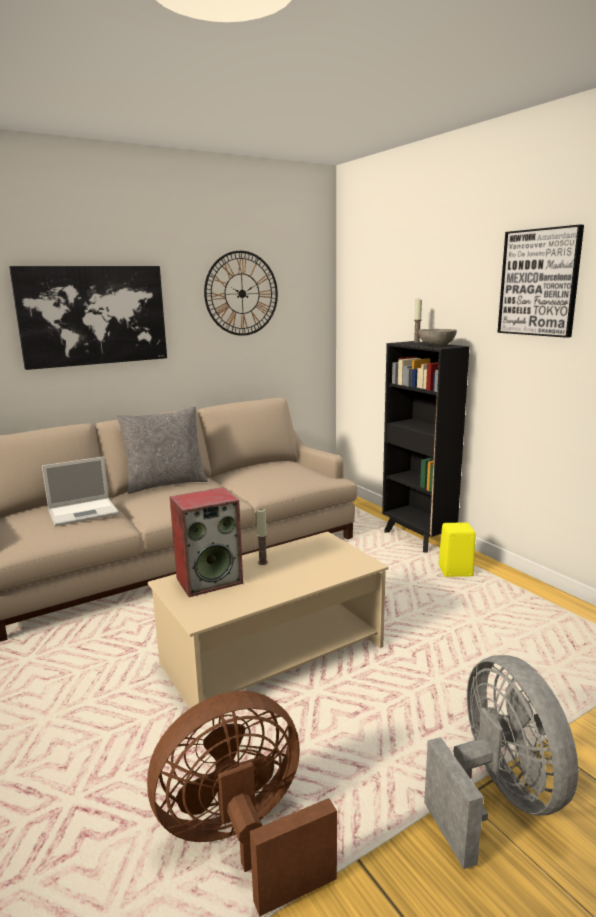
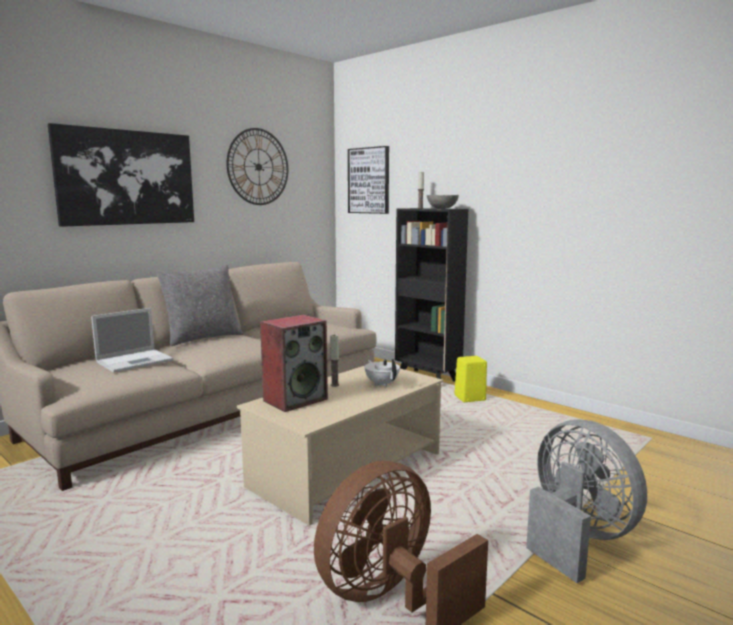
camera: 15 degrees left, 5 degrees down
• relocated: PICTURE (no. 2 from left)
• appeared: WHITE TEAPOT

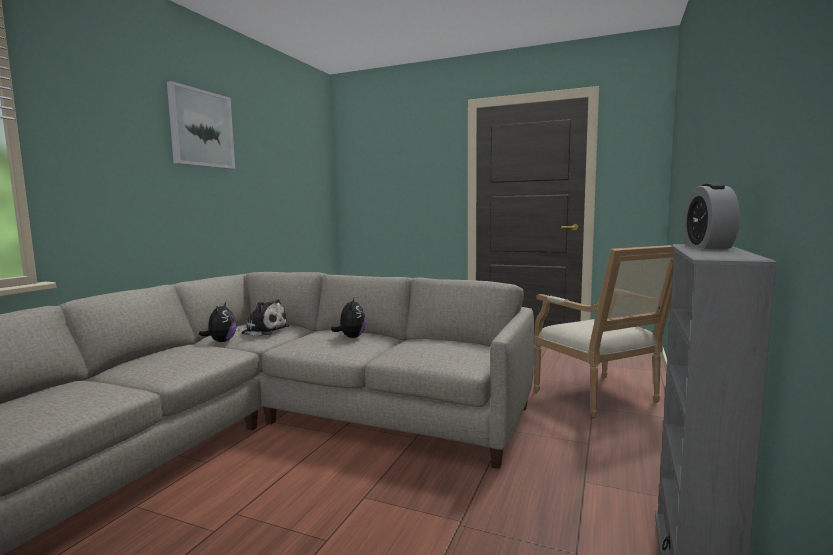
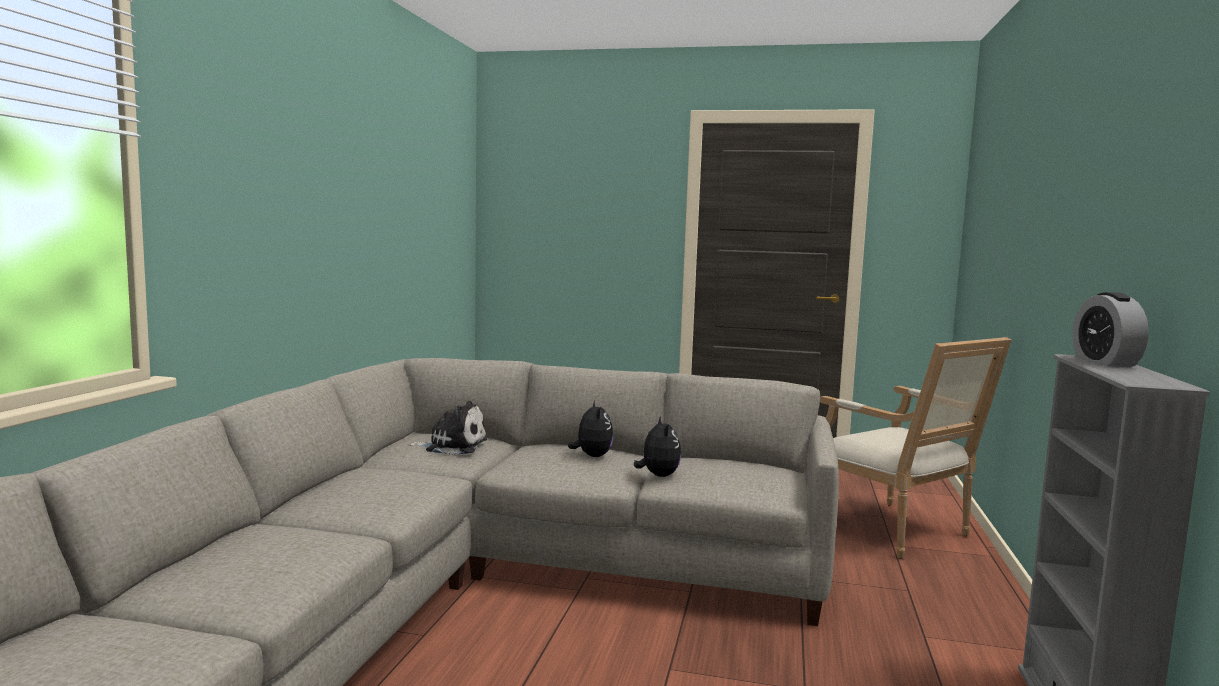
camera: 10 degrees left, 0 degrees up
• relocated: PLUSH TOY (no. 1 from left in the first image) to PLUSH TOY (no. 3 from left)
• missing: PICTURE

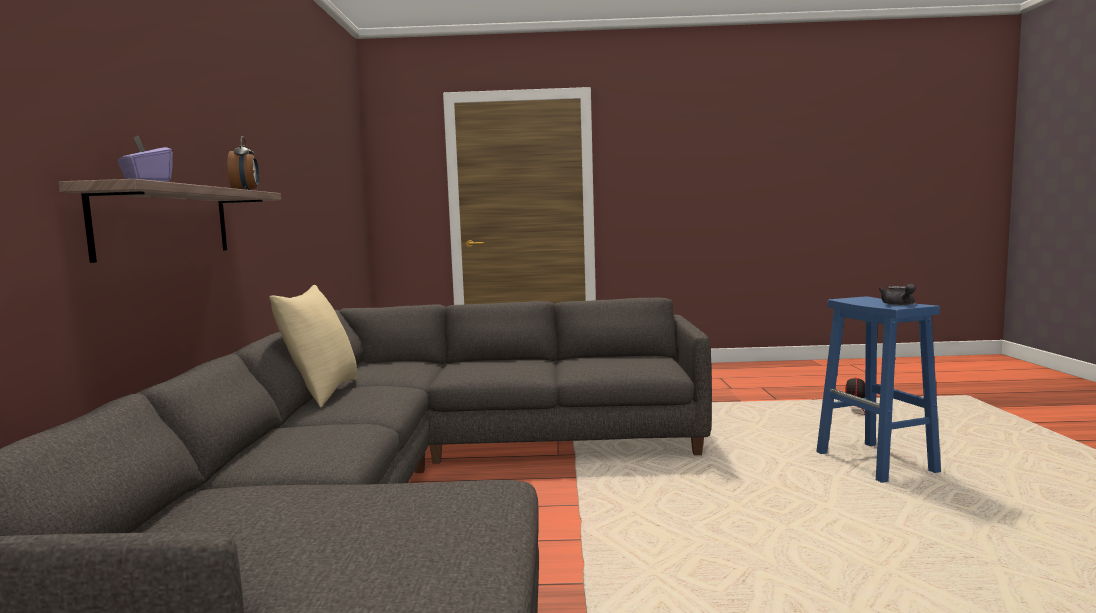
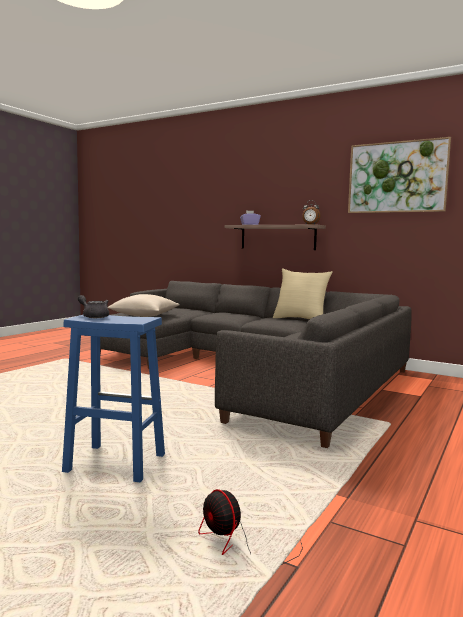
camera: 120 degrees right, 0 degrees up
• appeared: BEIGE PILLOW (no. 1 from left)
• appeared: PICTURE

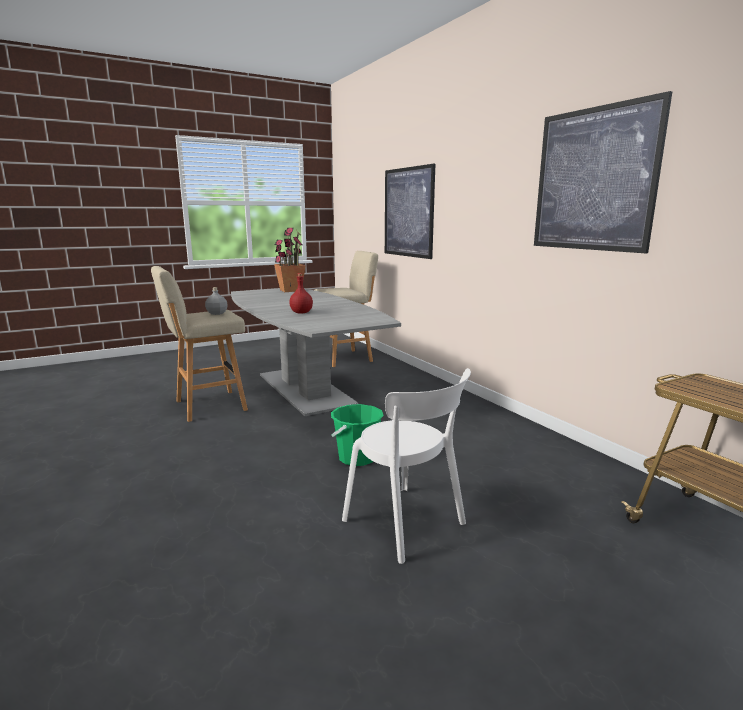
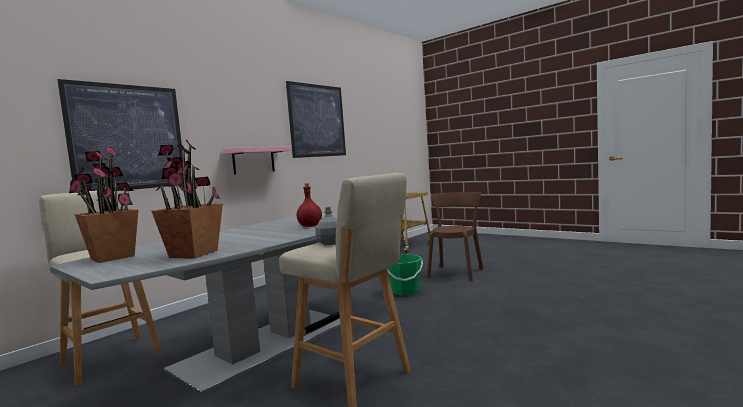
camera: 110 degrees left, 10 degrees down
• appeared: POTTED PLANT (no. 2 from left)
• appeared: PINK SHELF
• colour: WHITE CHAIR to BROWN CHAIR

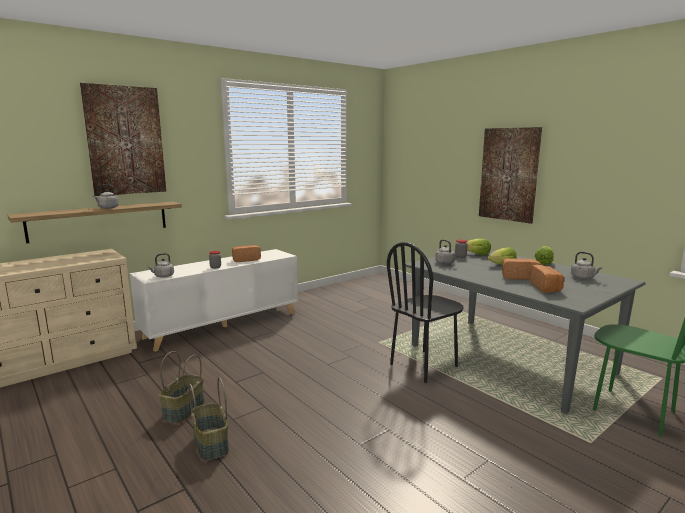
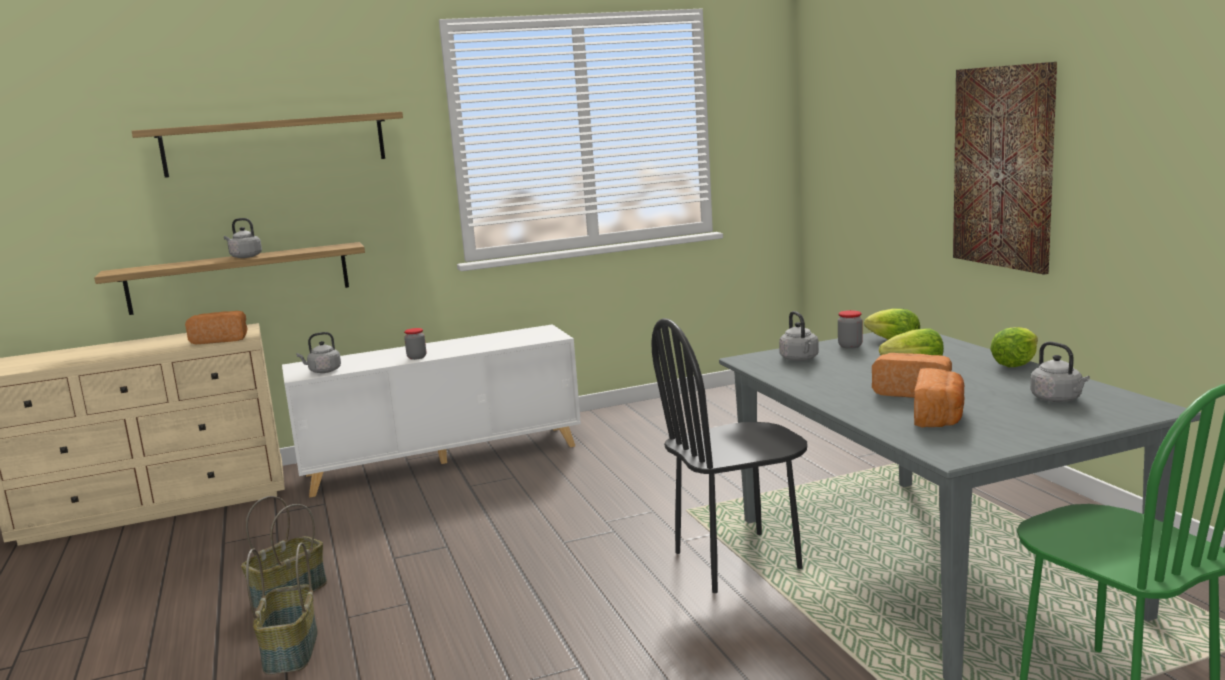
camera: 20 degrees right, 0 degrees up
• exchanged: PICTURE (no. 1 from left) to SHELF (no. 2 from left)
• relocated: BREAD (no. 1 from left)

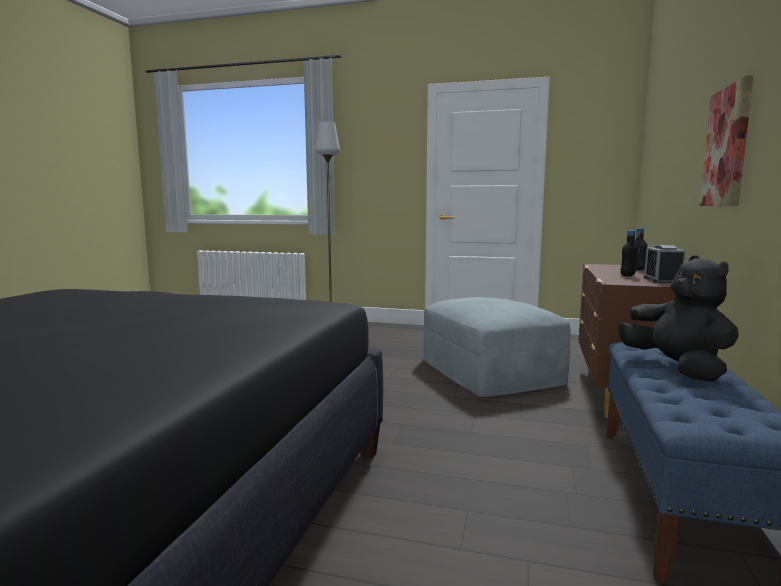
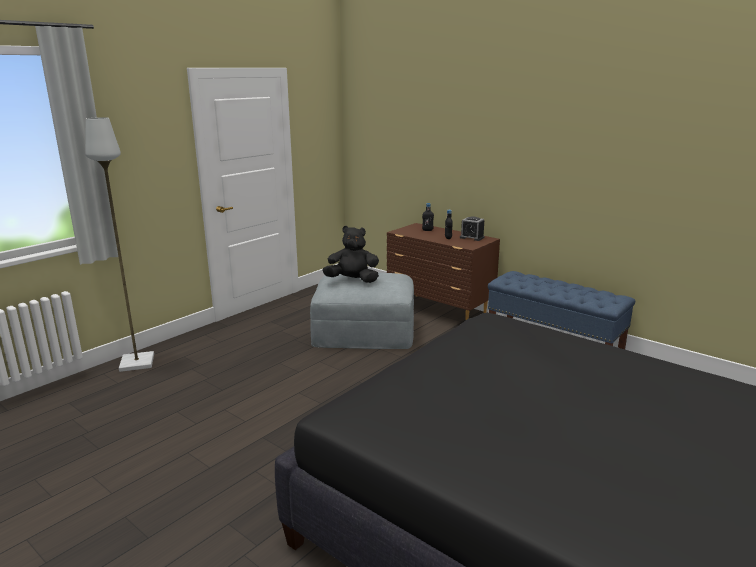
camera: 65 degrees left, 10 degrees up
• relocated: BLACK PLUSH TOY
• missing: PICTURE

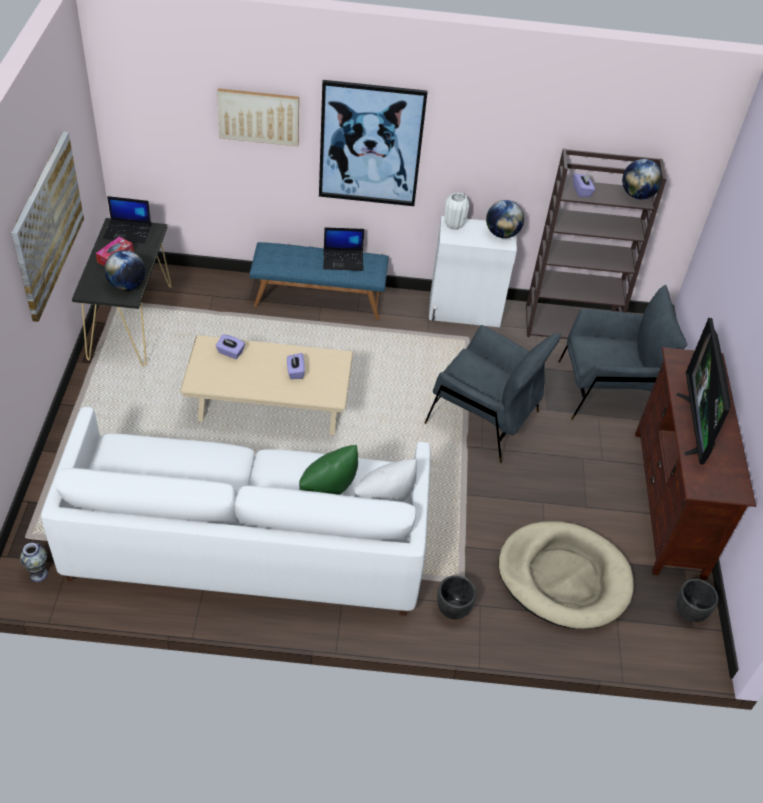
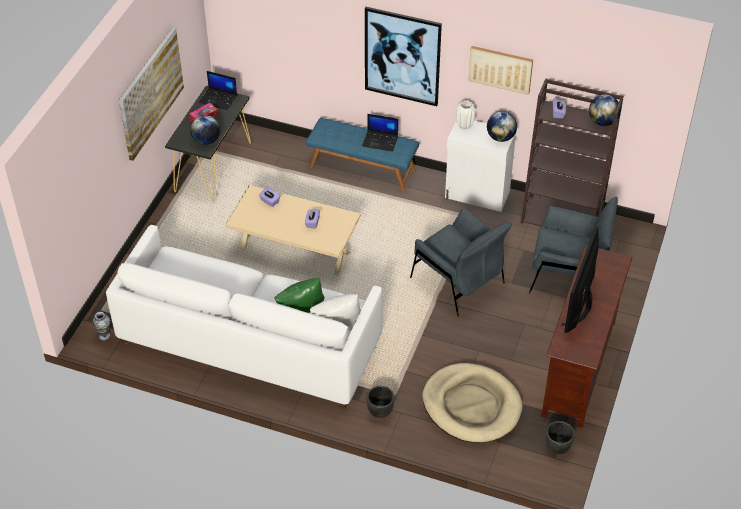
camera: 20 degrees right, 0 degrees up
• relocated: PICTURE (no. 2 from left in the first image) to PICTURE (no. 3 from left)

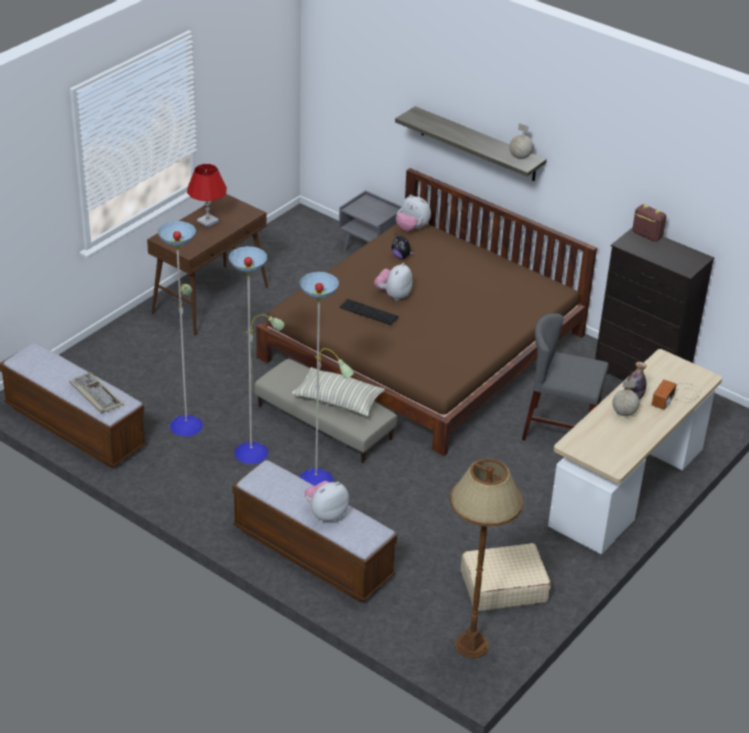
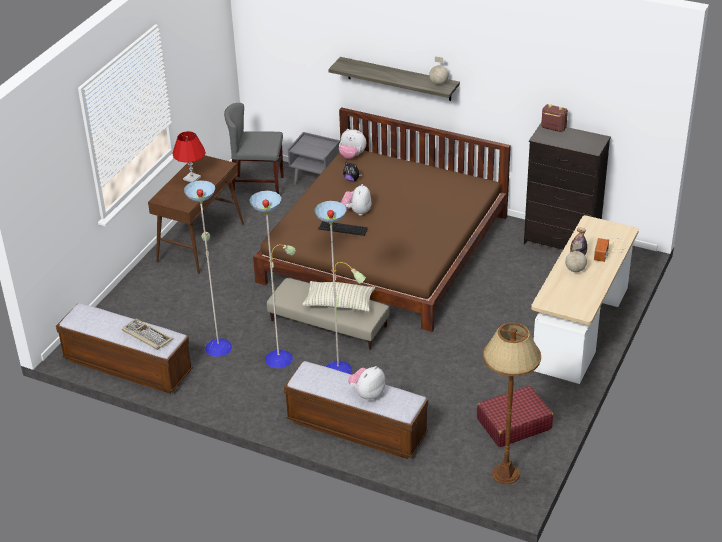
camera: 10 degrees left, 0 degrees up
• relocated: GREY CHAIR
• colour: BEIGE SUITCASE to RED SUITCASE

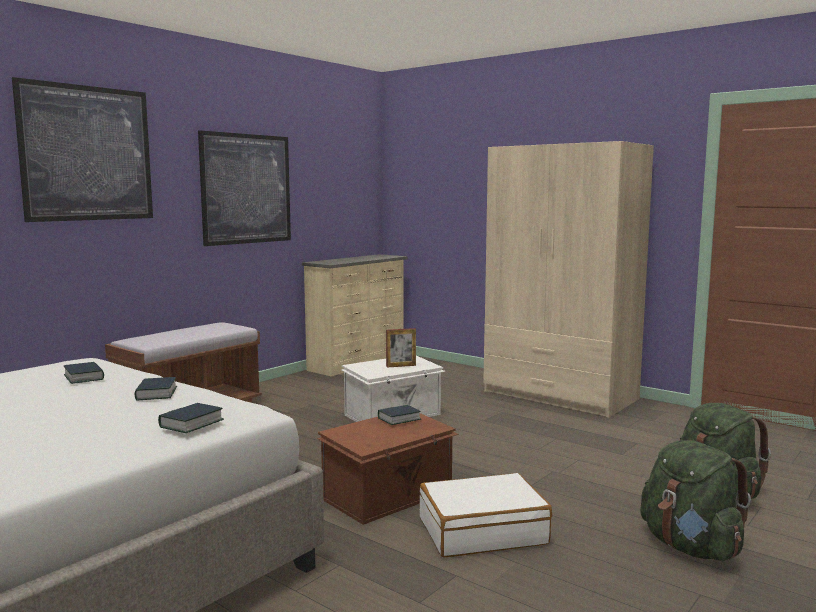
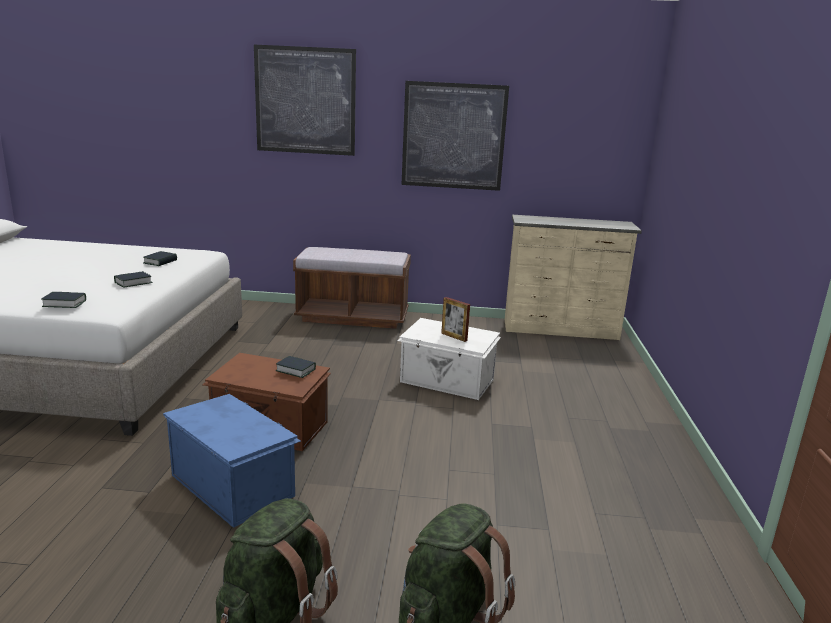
camera: 55 degrees right, 10 degrees up
• exchanged: WHITE SUITCASE to BLUE STORAGE BOX
• missing: BEIGE WARDROBE

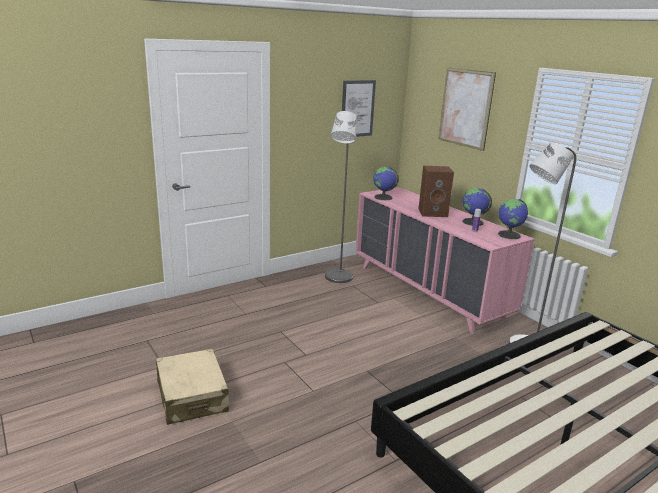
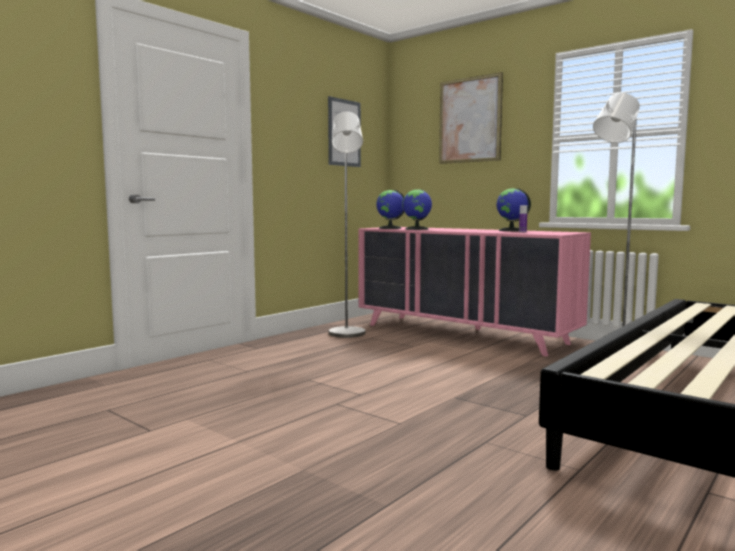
camera: 15 degrees left, 15 degrees down
• relocated: GLOBE (no. 3 from left in the first image) to GLOBE (no. 2 from left)
• missing: BEIGE SUITCASE
• missing: BROWN SPEAKER

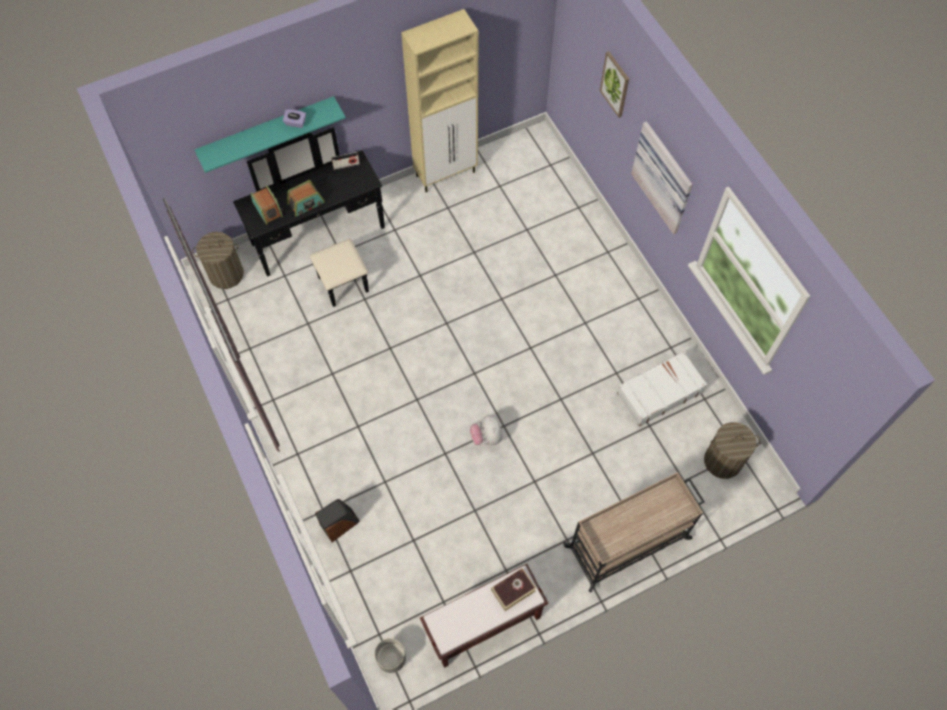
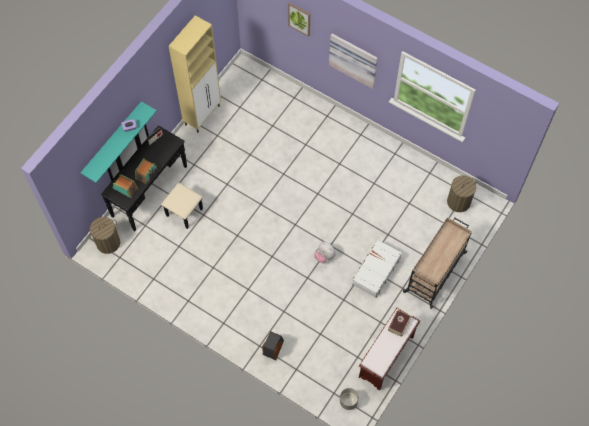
camera: 30 degrees left, 0 degrees up
• relocated: WHITE SUITCASE

